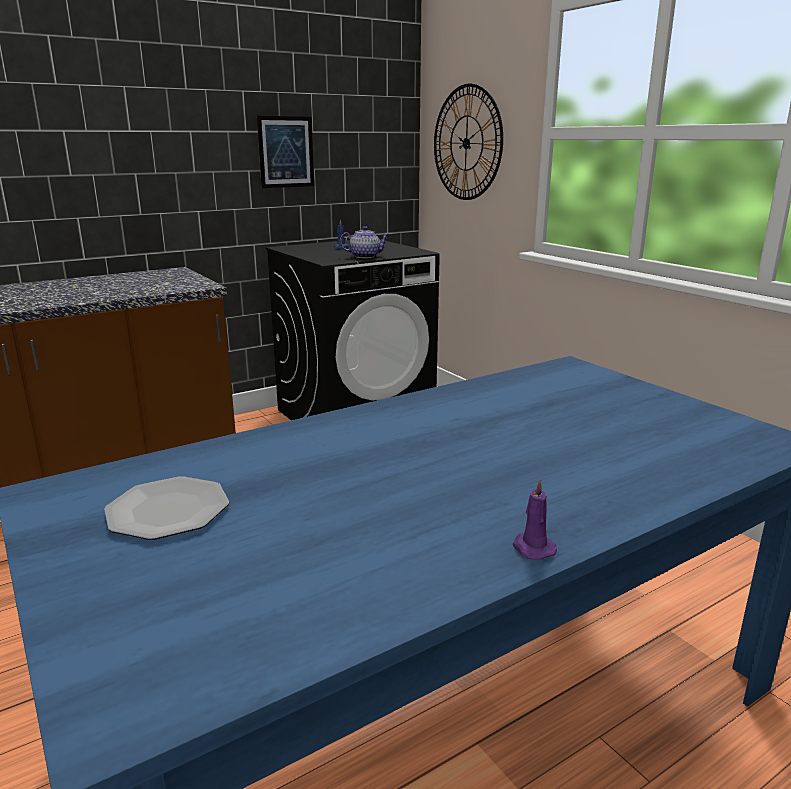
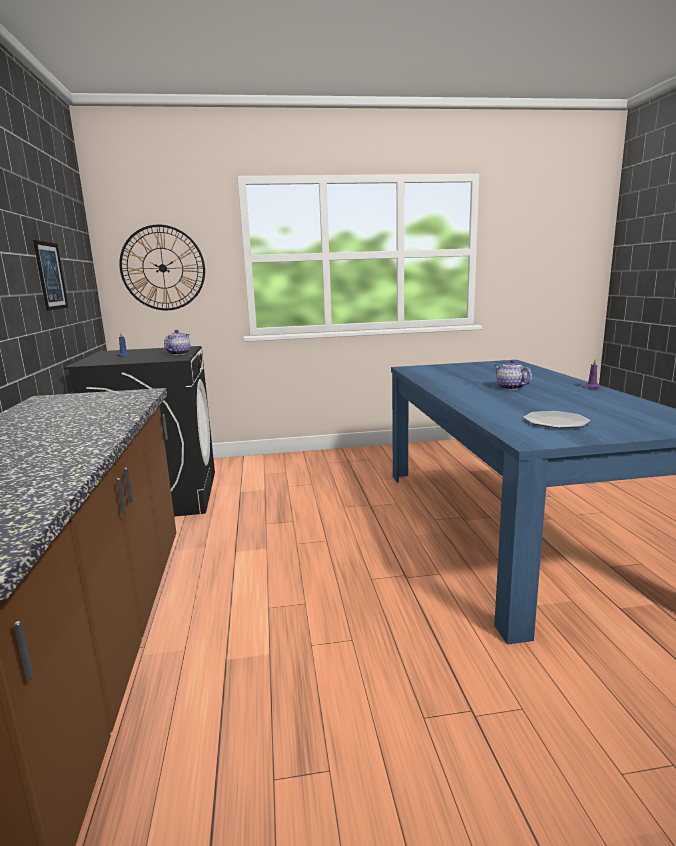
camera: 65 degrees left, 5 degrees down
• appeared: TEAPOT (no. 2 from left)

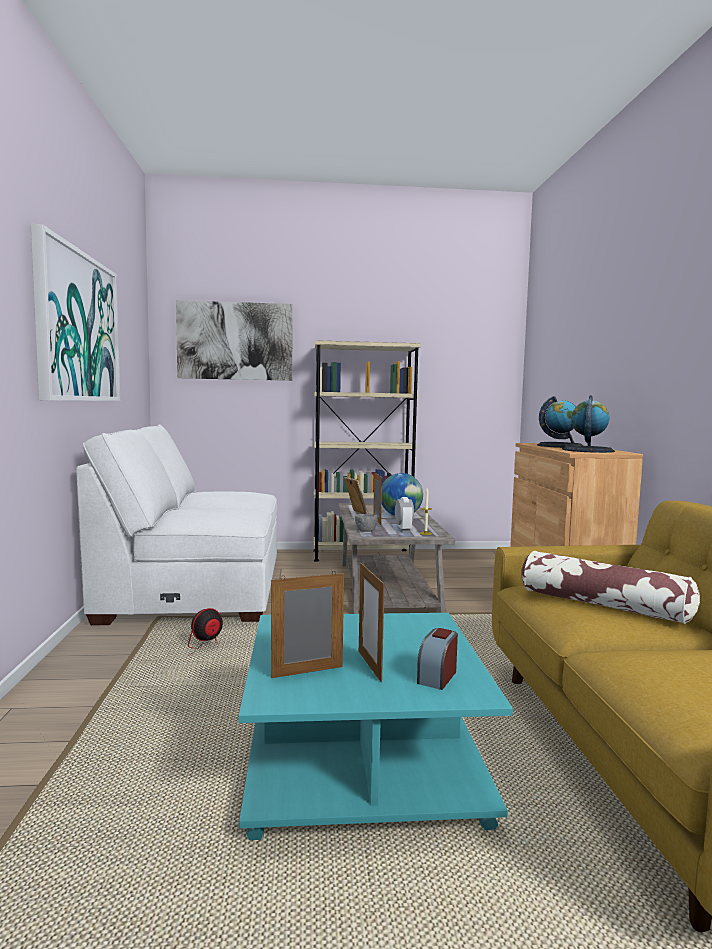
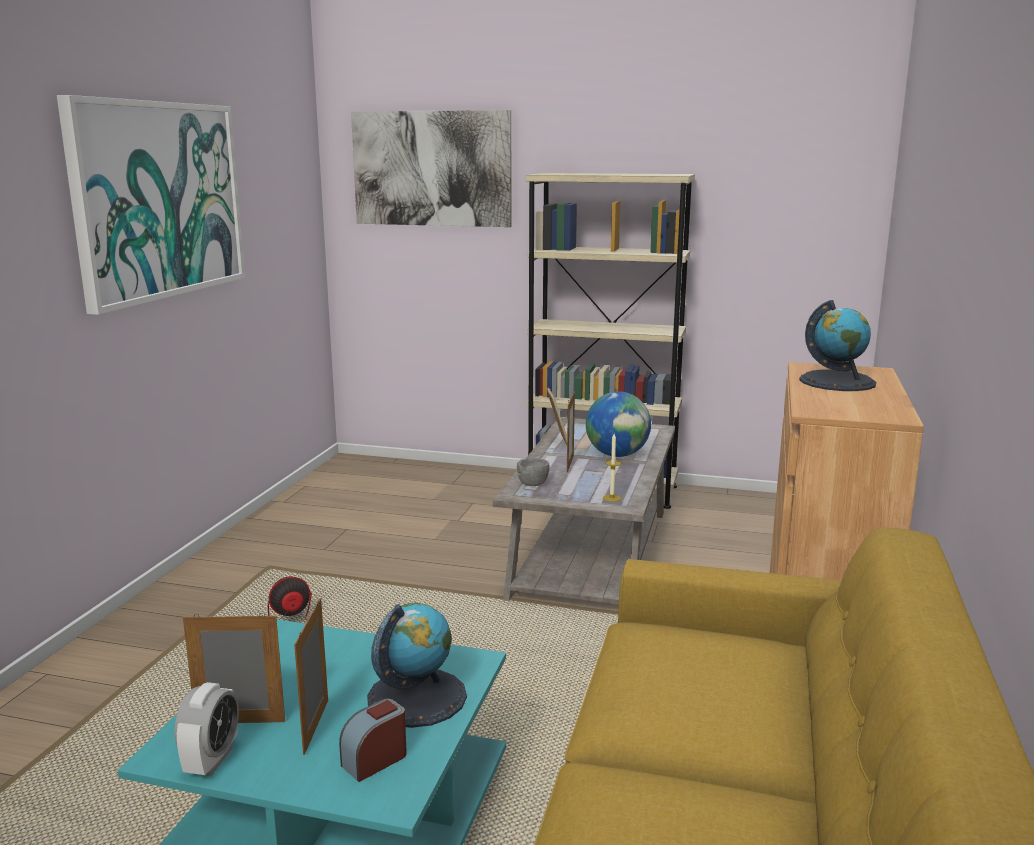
camera: 20 degrees right, 10 degrees up
• relocated: ALARM CLOCK (no. 1 from left)
• relocated: GLOBE (no. 3 from left in the first image) to GLOBE (no. 1 from left)
• missing: WHITE SOFA
• missing: PILLOW

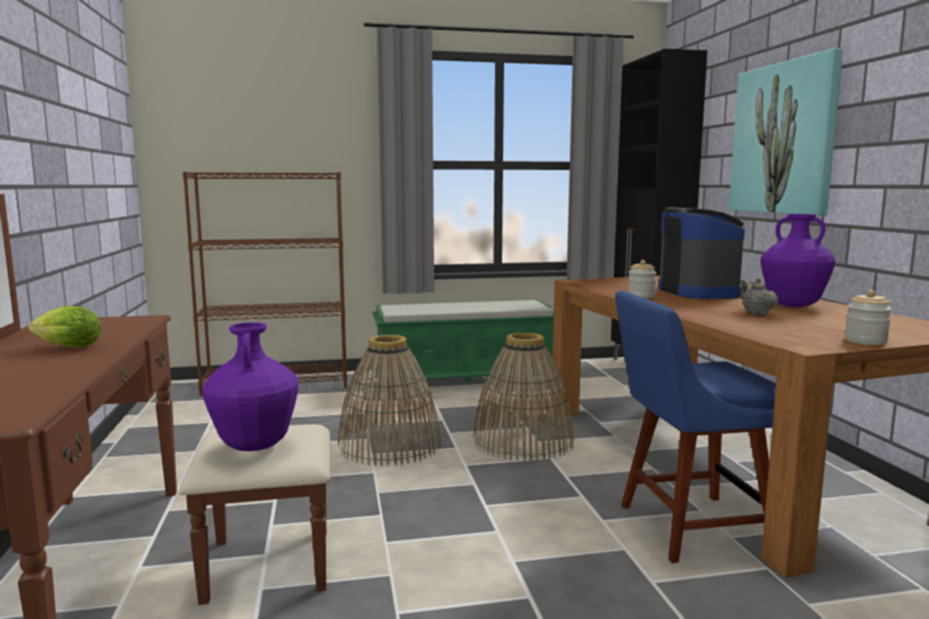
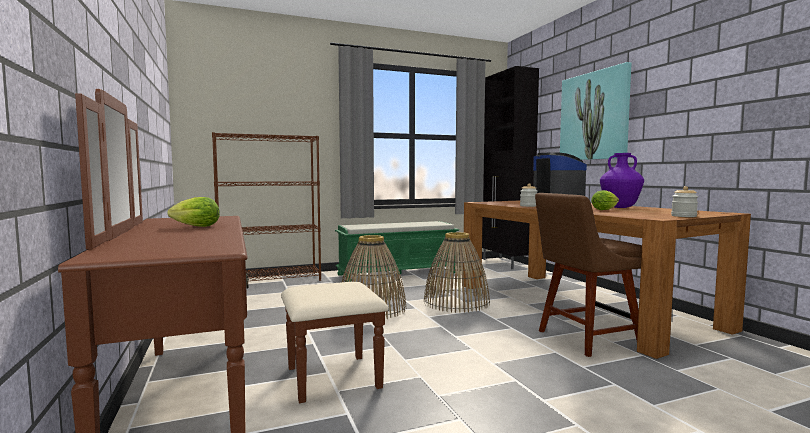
camera: 10 degrees left, 5 degrees down
• colour: BLUE CHAIR to BROWN CHAIR
• exchanged: BEIGE TEAPOT to LETTUCE (no. 2 from left)
• missing: PURPLE VASE (no. 1 from left)

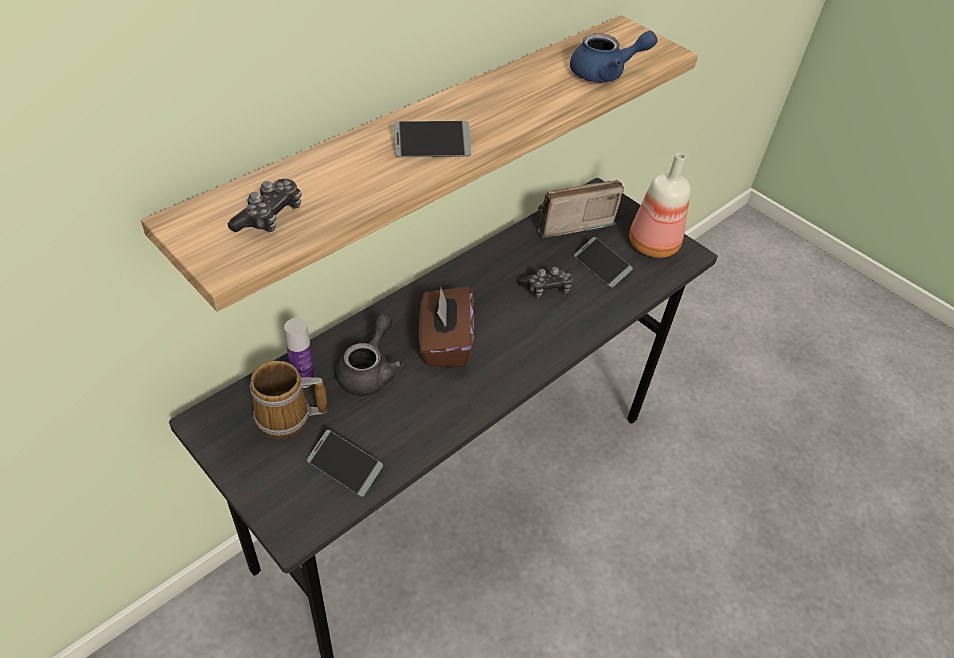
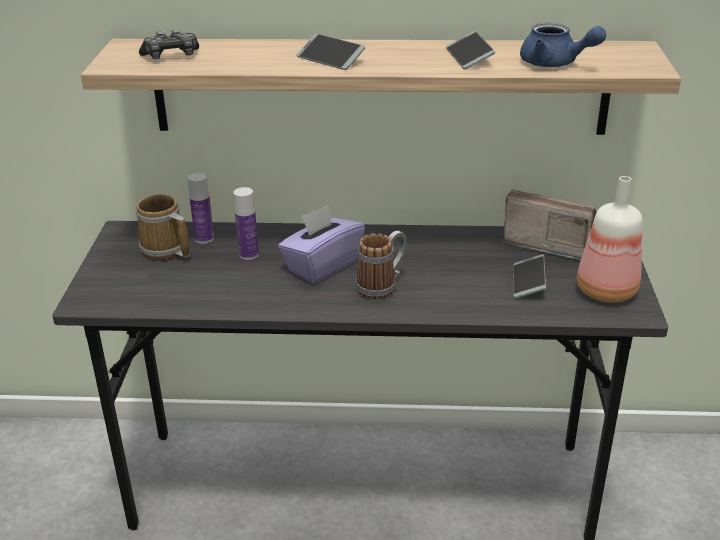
camera: 50 degrees right, 15 degrees down
• exchanged: GREY TEAPOT to BOTTLE (no. 2 from left)
• colour: BROWN TISSUE BOX to PURPLE TISSUE BOX
• appeared: MUG (no. 2 from left)
• relocated: PHONE (no. 1 from left in the first image) to PHONE (no. 2 from left)
• missing: GAME CONTROLLER (no. 2 from left)

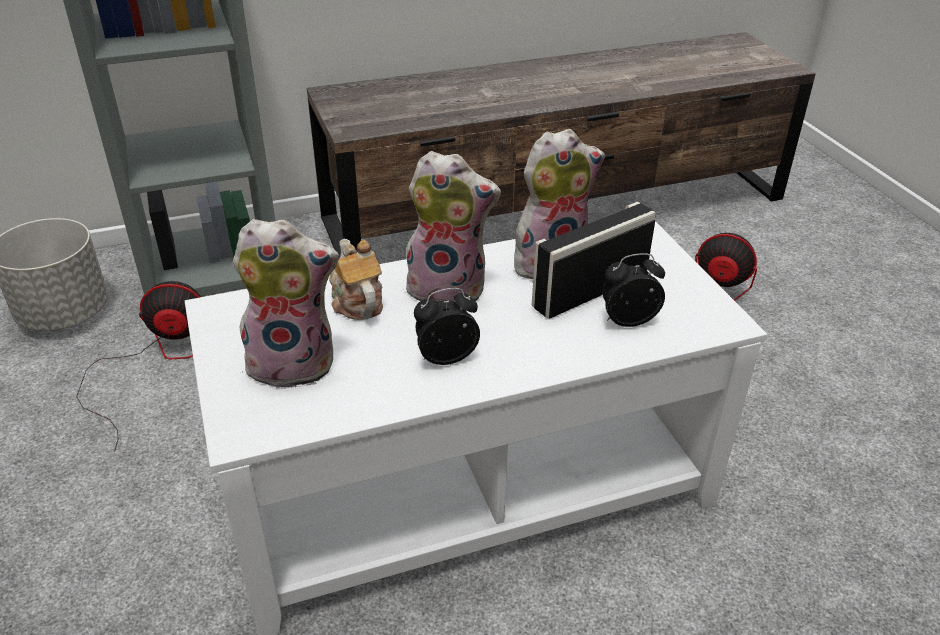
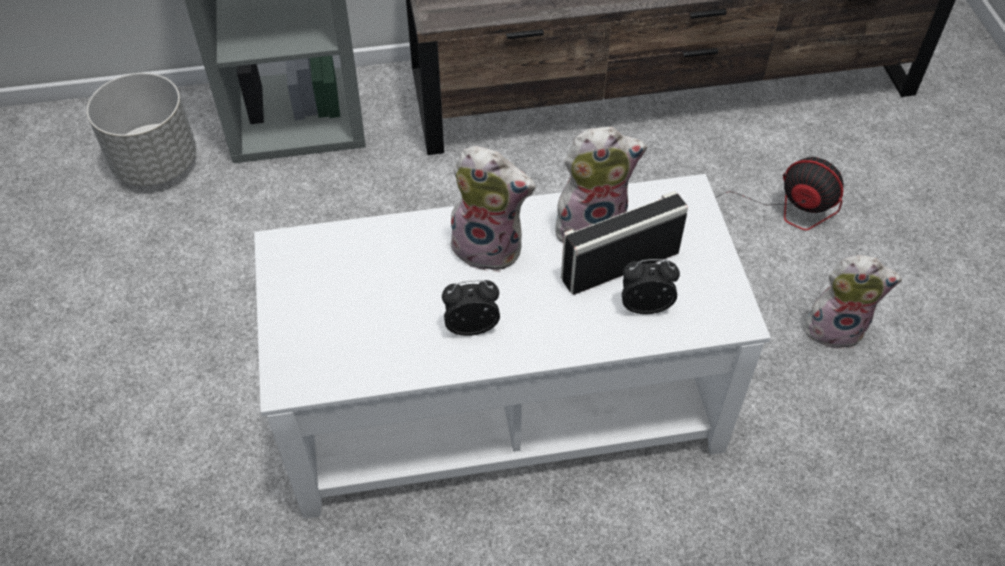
camera: 10 degrees right, 15 degrees up
• relocated: PLUSH TOY (no. 1 from left in the first image) to PLUSH TOY (no. 3 from left)
• missing: FAN (no. 1 from left)
• missing: TEAPOT

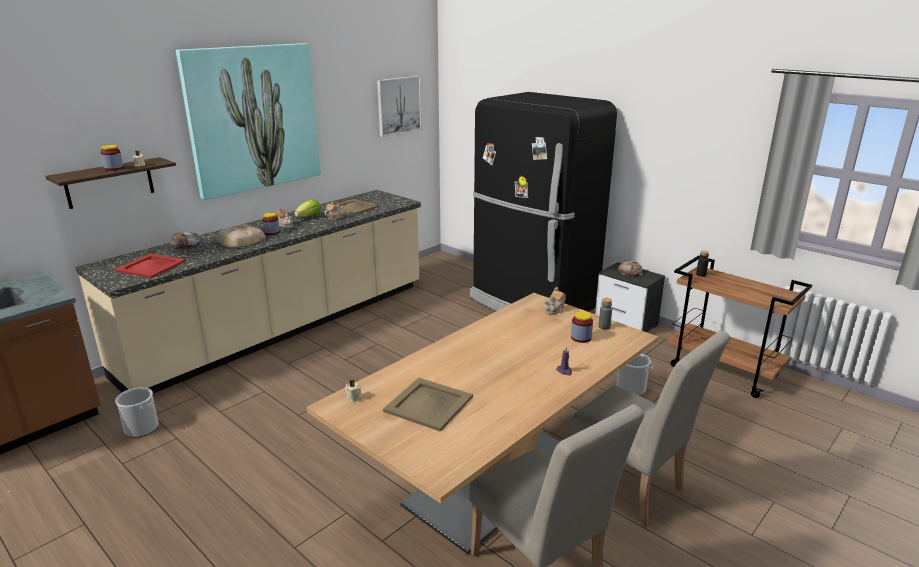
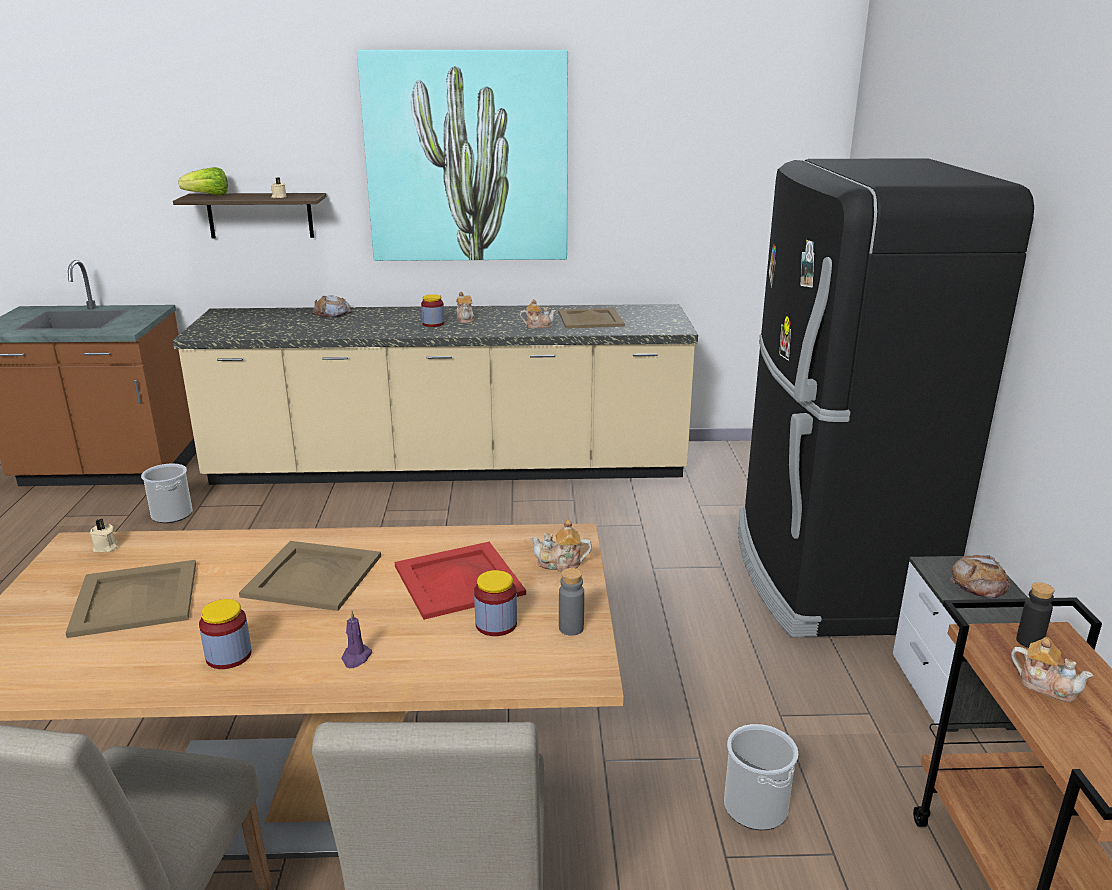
camera: 45 degrees right, 0 degrees up
• relocated: LETTUCE
• relocated: JAR (no. 1 from left)
• appeared: BEIGE TRAY (no. 2 from left)
• relocated: RED TRAY
• appeared: TEAPOT (no. 4 from left)
• missing: BREAD (no. 2 from left)
• missing: PICTURE (no. 2 from left)

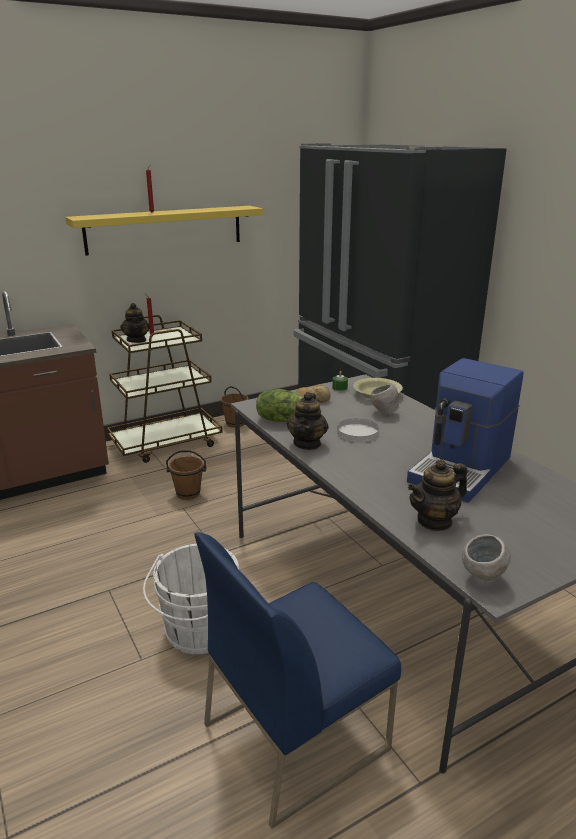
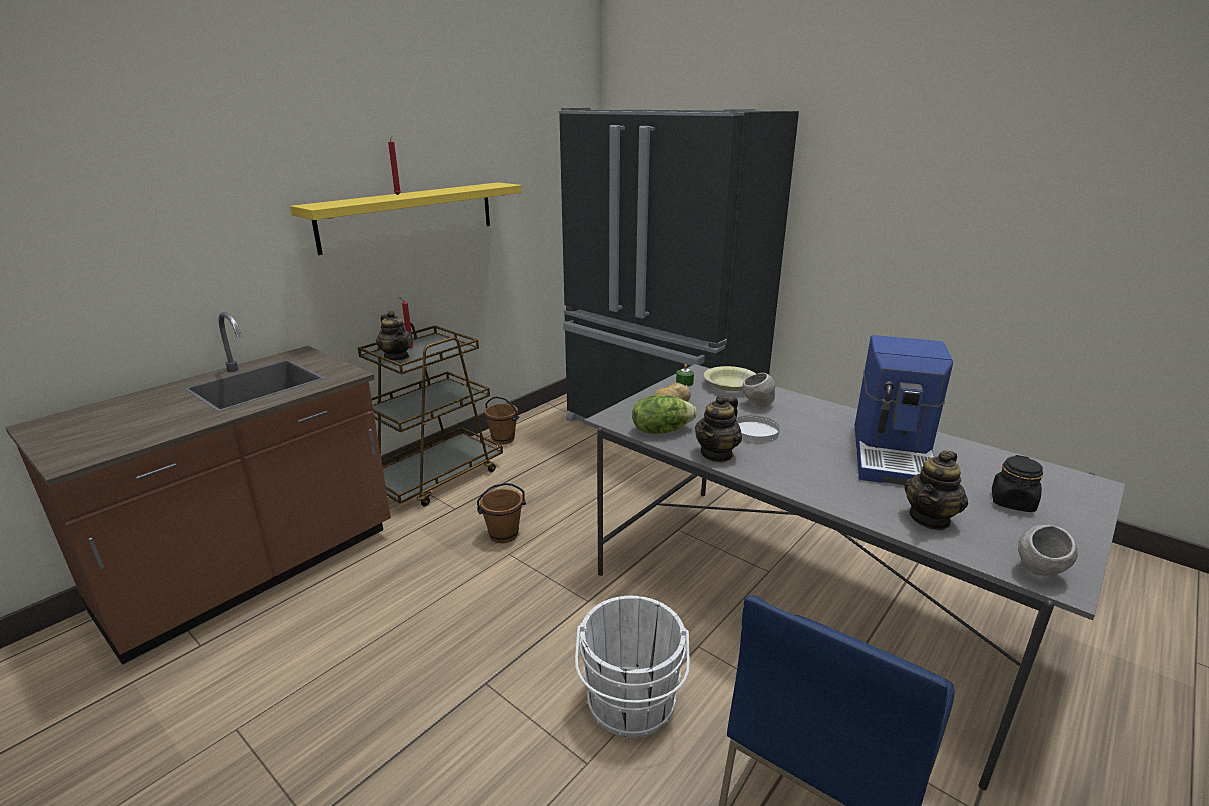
camera: 20 degrees left, 0 degrees up
• spun: TEAPOT (no. 2 from left) 45 degrees clockwise
• appeared: BLACK JAR

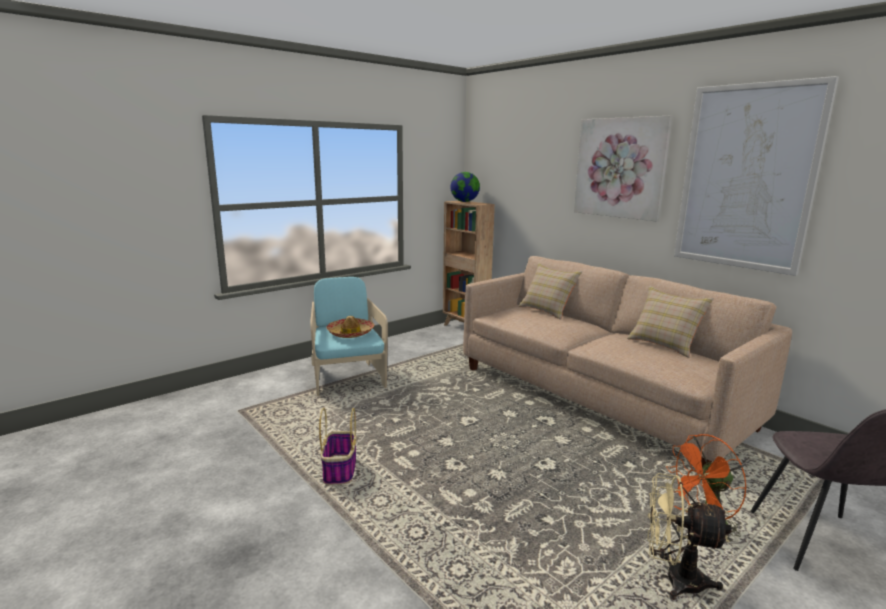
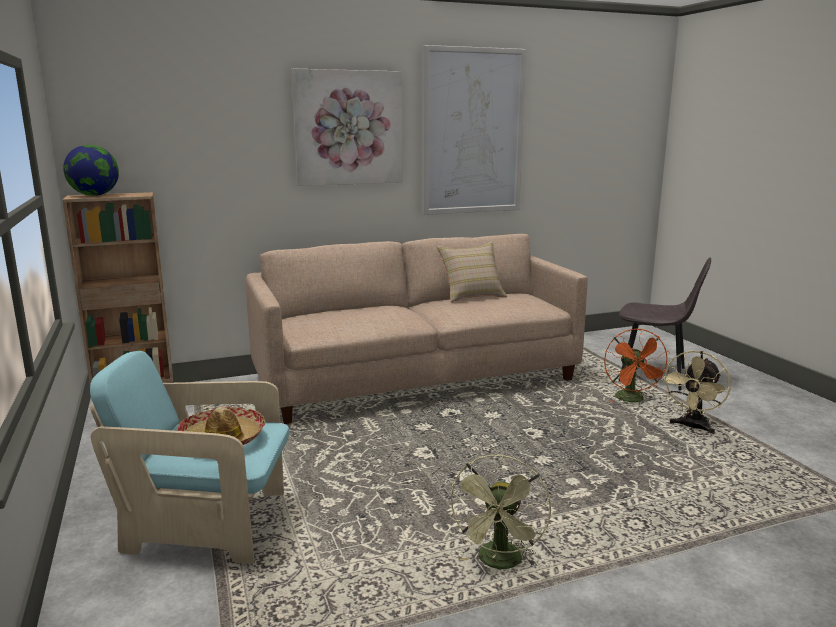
camera: 70 degrees left, 0 degrees up
• exchanged: BASKET to GREEN FAN
• missing: BEIGE PILLOW (no. 1 from left)

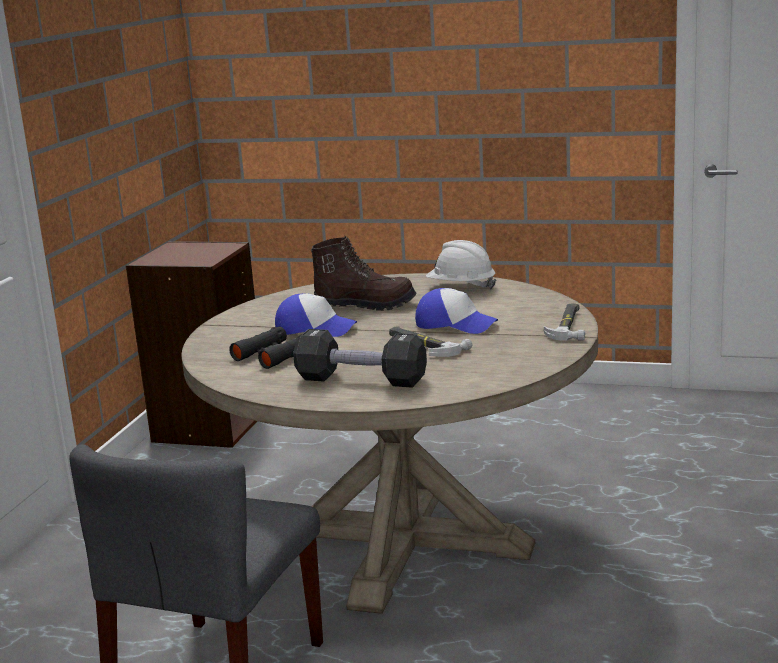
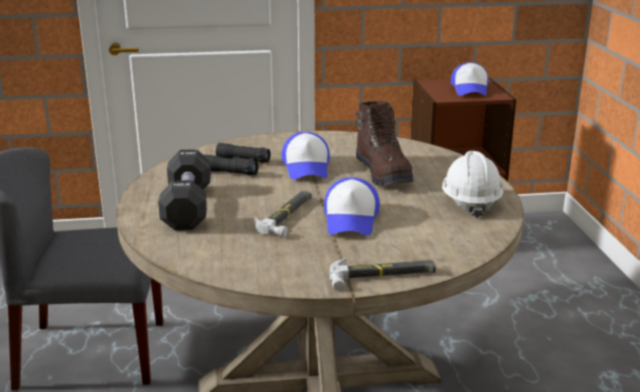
camera: 65 degrees right, 5 degrees up
• appeared: CAP (no. 3 from left)

